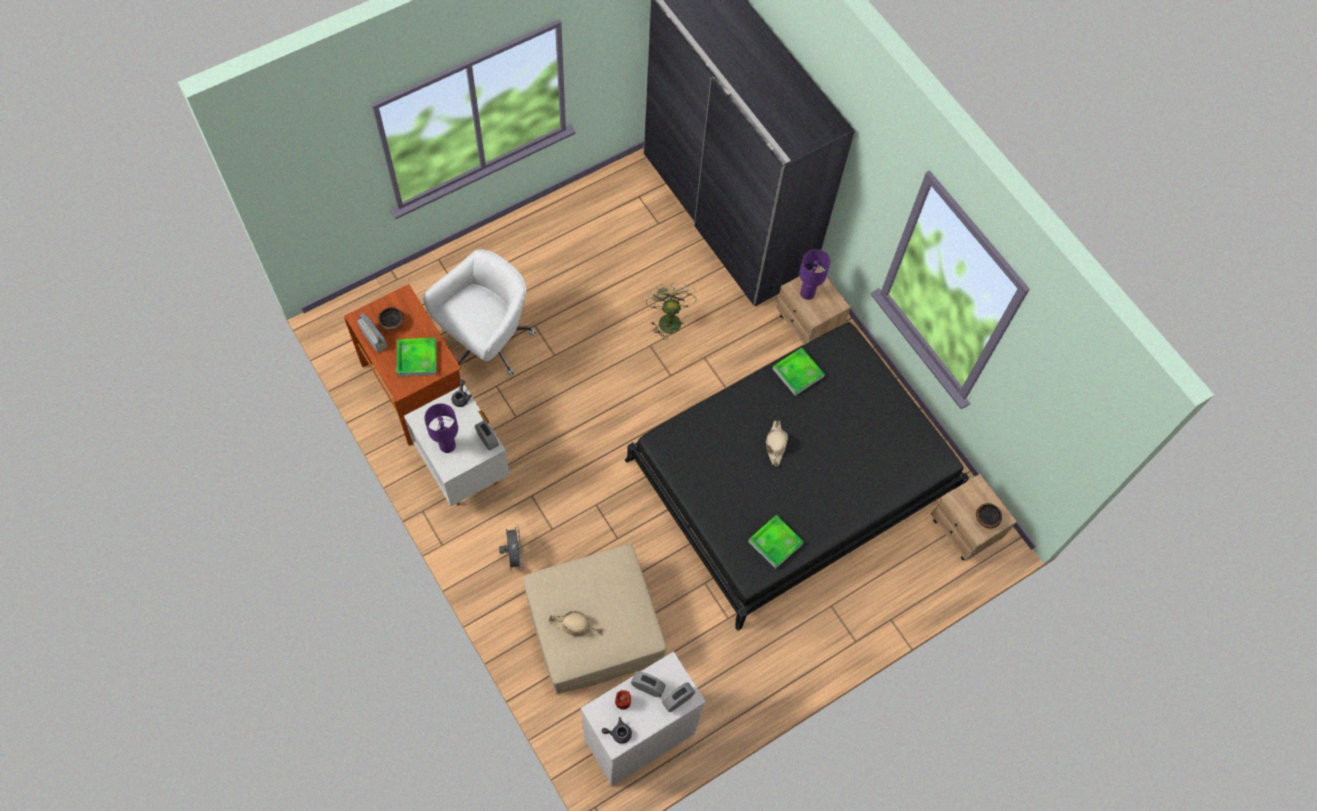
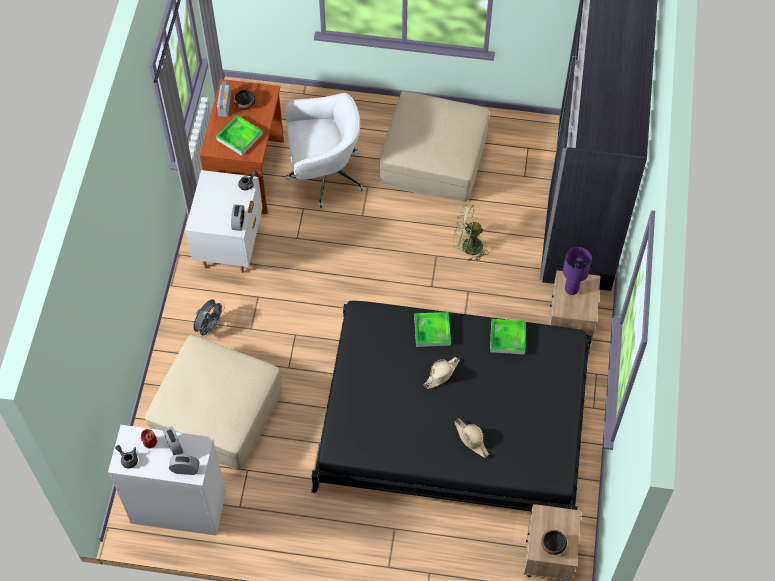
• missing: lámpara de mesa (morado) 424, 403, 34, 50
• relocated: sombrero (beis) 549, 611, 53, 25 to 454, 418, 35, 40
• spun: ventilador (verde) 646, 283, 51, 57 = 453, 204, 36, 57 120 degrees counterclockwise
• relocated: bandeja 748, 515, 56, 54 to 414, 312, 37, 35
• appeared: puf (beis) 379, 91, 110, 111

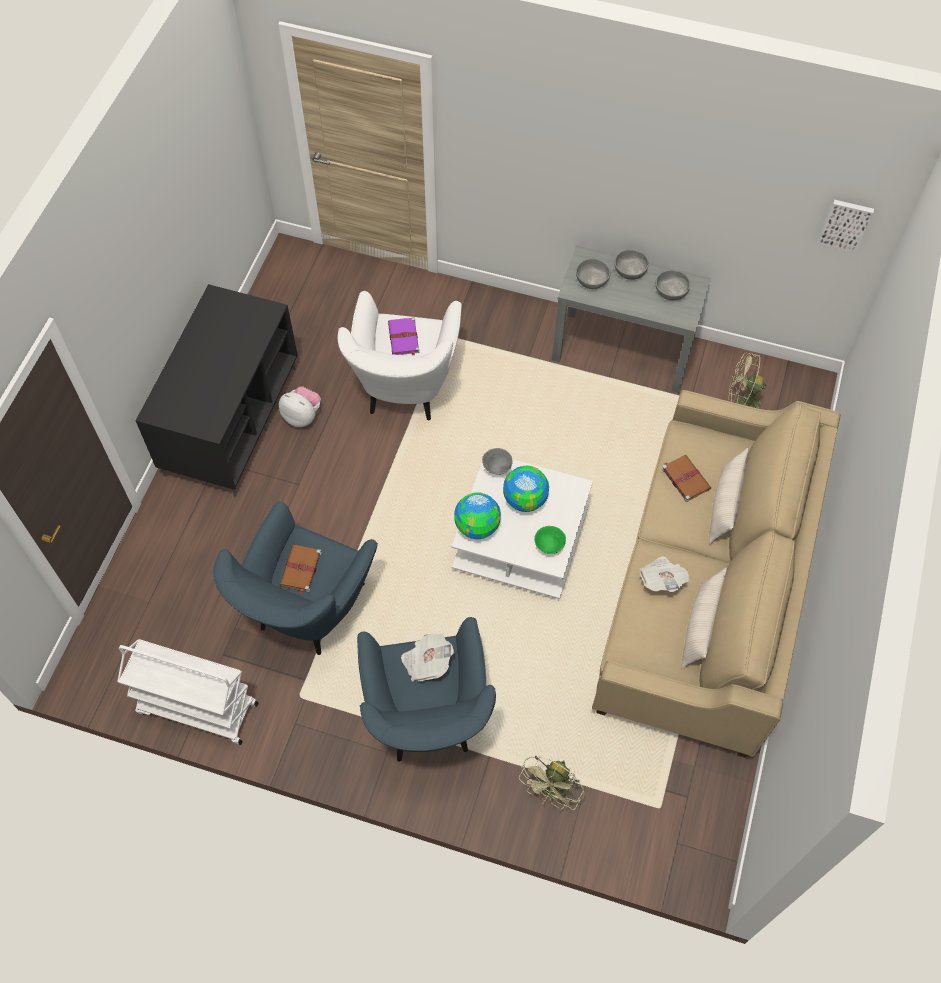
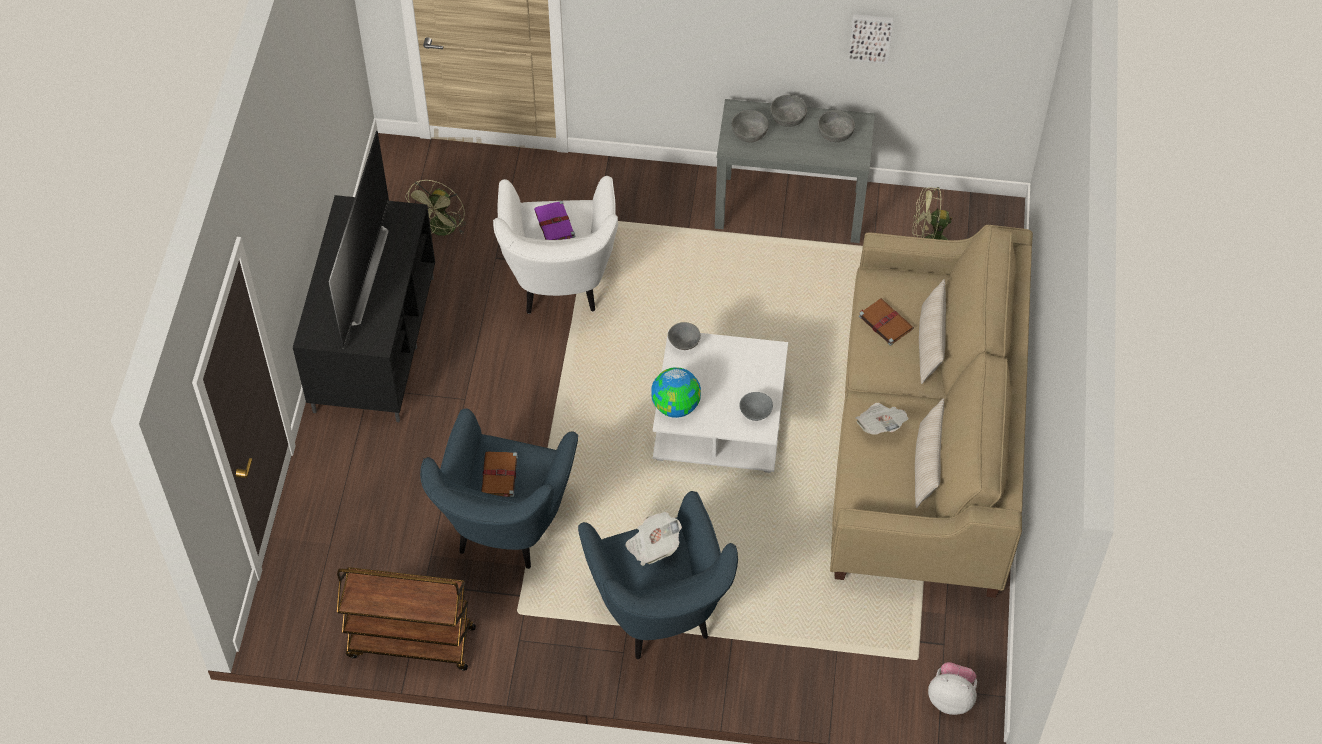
• colour: carrito (blanco) 117, 639, 142, 106 to carrito (marrón) 337, 567, 139, 104
• relocated: peluche 279, 386, 42, 41 to 928, 662, 49, 53
• missing: globo terráqueo 503, 466, 46, 46
• relocated: ventilador (verde) 519, 756, 65, 55 to 405, 180, 61, 56
• colour: cuenco (verde) 534, 526, 32, 28 to cuenco (gris) 739, 392, 34, 29
• relocated: cuadro 819, 200, 55, 53 to 848, 14, 46, 50
• appeared: televisor 329, 131, 60, 218

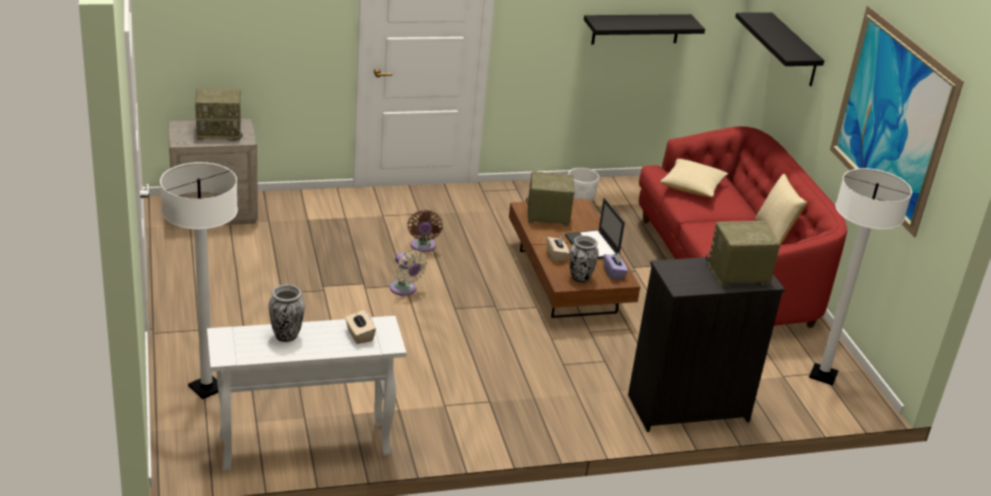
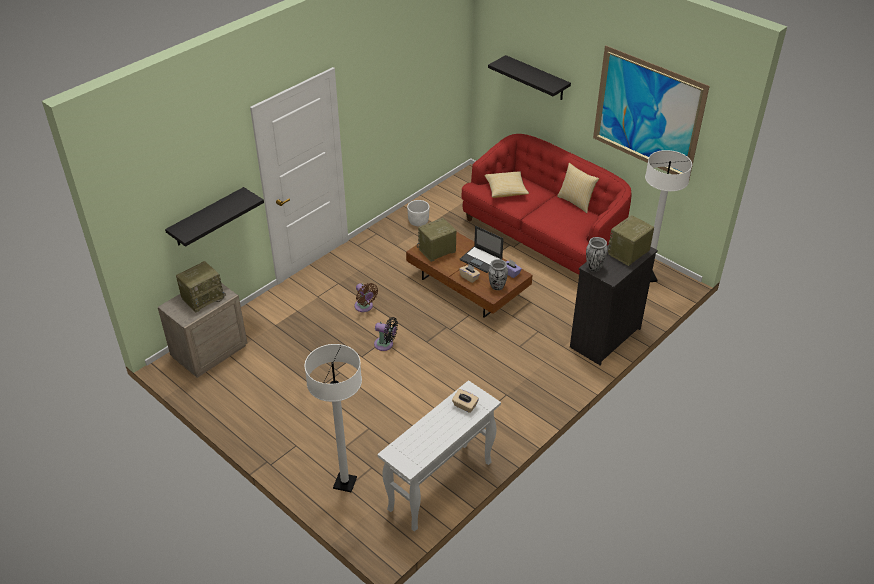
• relocated: florero 269, 284, 36, 58 to 586, 237, 22, 35
• colour: ventilador (beis) 390, 250, 38, 46 to ventilador (negro) 374, 317, 24, 34
• relocated: estante (negro) 584, 14, 121, 30 to 165, 187, 99, 60

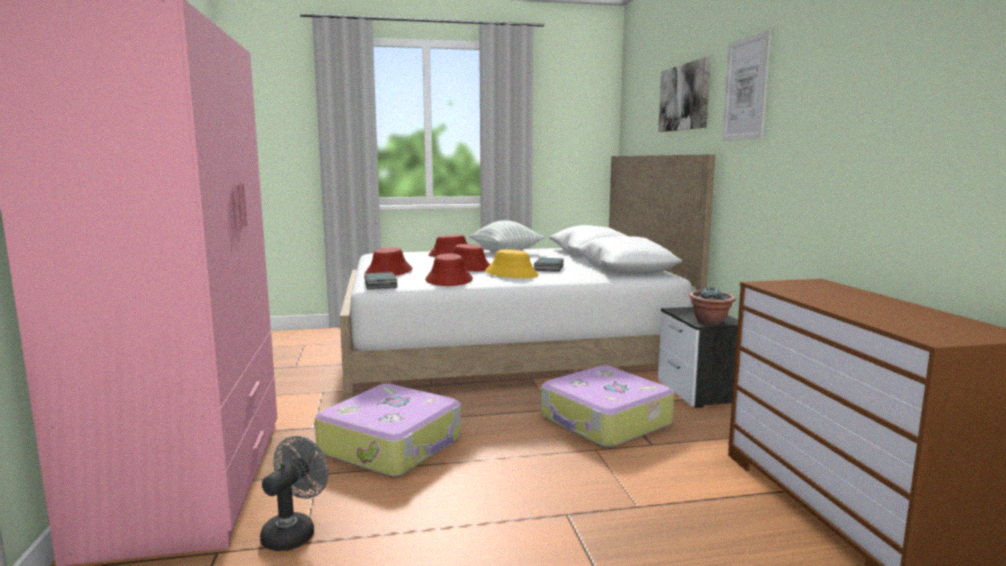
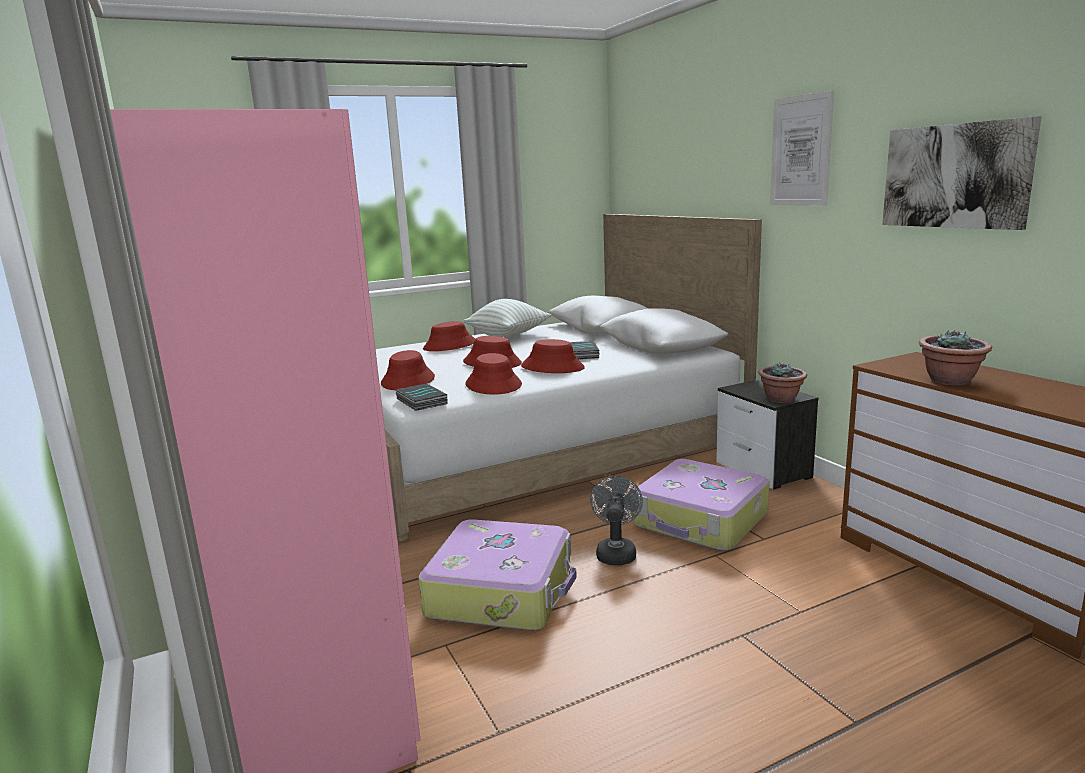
• relocated: ventilador (gris) 260, 436, 69, 115 to 590, 476, 53, 89
• colour: sombrero (amarillo) 485, 249, 54, 29 to sombrero (rojo) 521, 339, 64, 34
• relocated: cuadro 658, 57, 53, 75 to 882, 116, 159, 114
• appeared: planta en maceta 919, 330, 73, 56

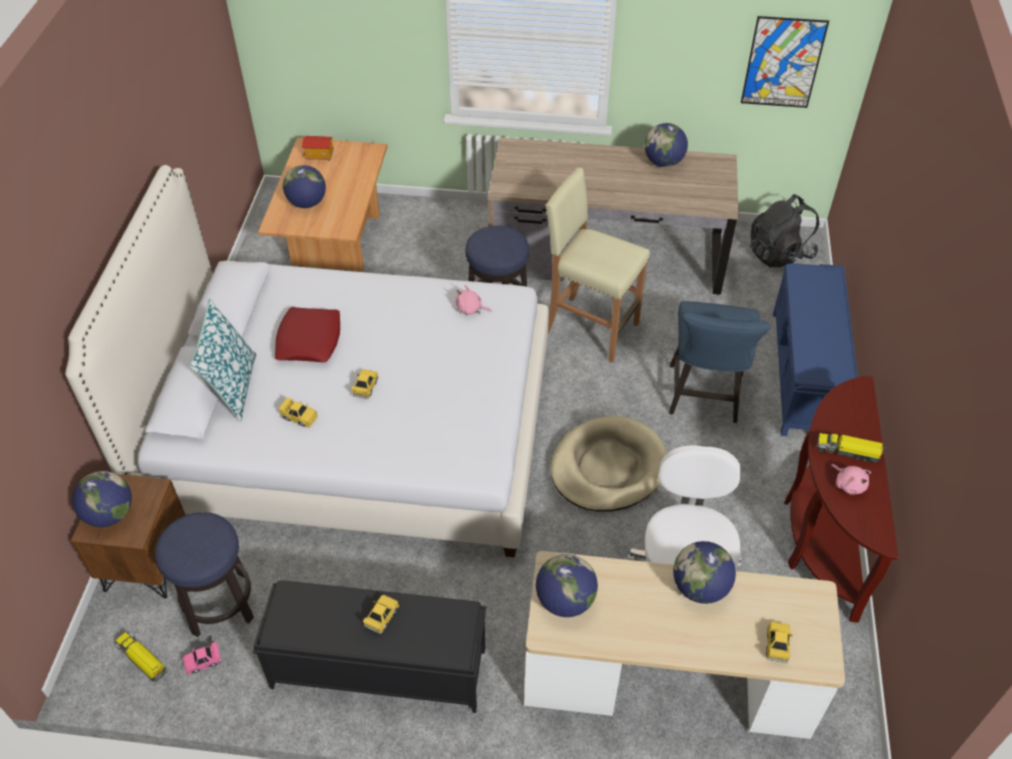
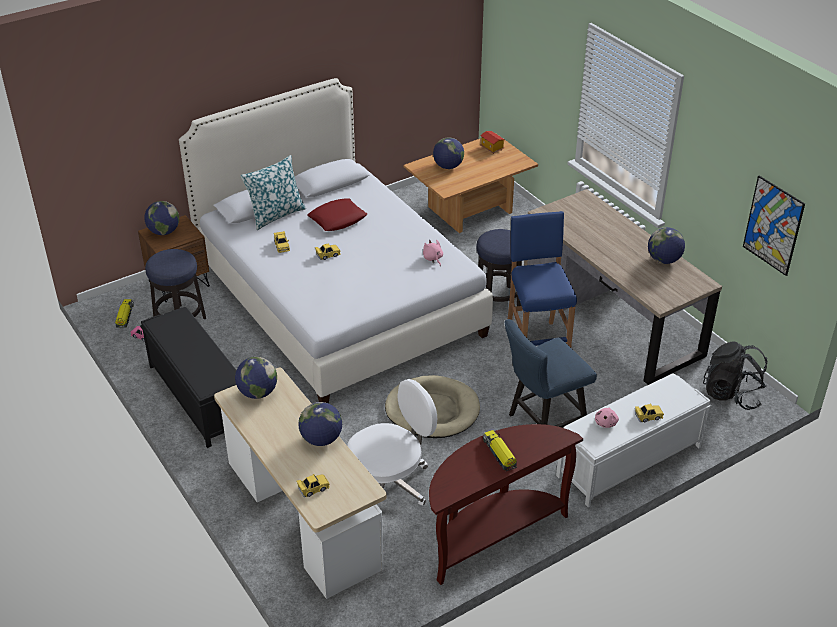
• relocated: coche de juguete (amarillo) 363, 595, 36, 39 to 635, 404, 29, 18
• colour: taburete (beis) 545, 168, 105, 195 to taburete (azul) 508, 211, 69, 137
• colour: banco (azul) 773, 263, 85, 173 to banco (blanco) 556, 373, 156, 134
• relocated: peluche (rosa) 831, 464, 40, 31 to 595, 408, 24, 20

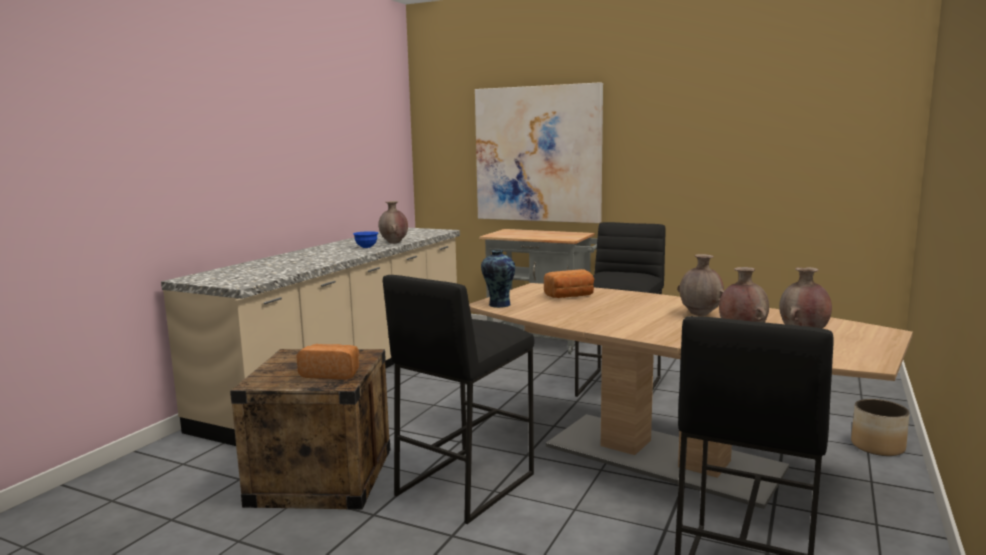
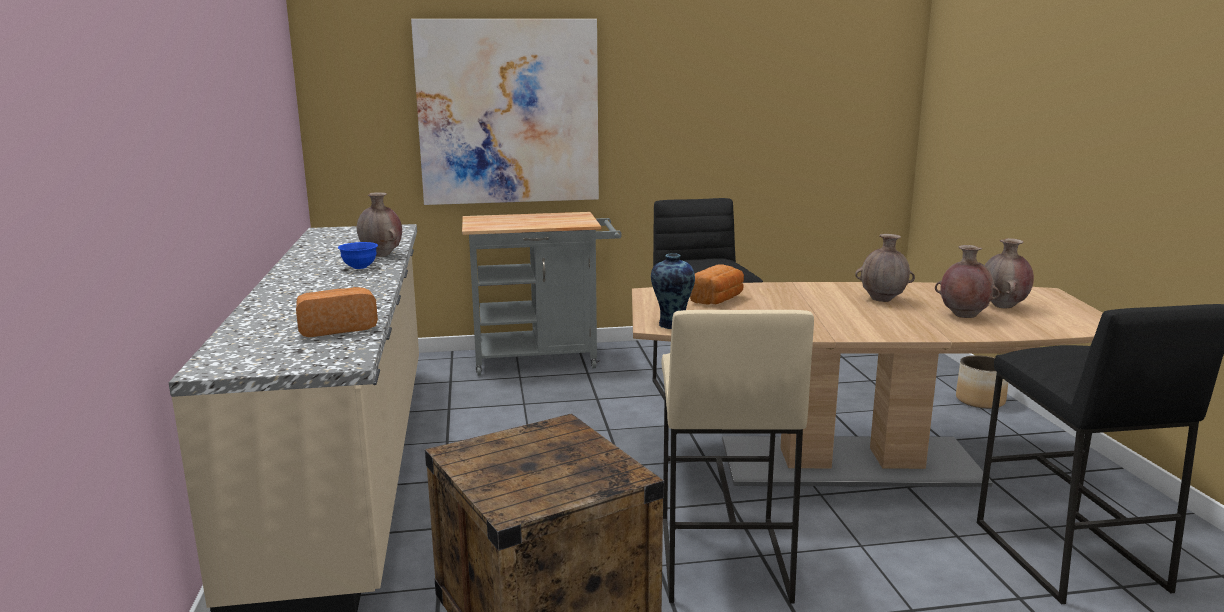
• relocated: pan 296, 344, 63, 36 to 296, 287, 82, 50
• colour: taburete (negro) 383, 275, 151, 249 to taburete (beis) 661, 310, 153, 293

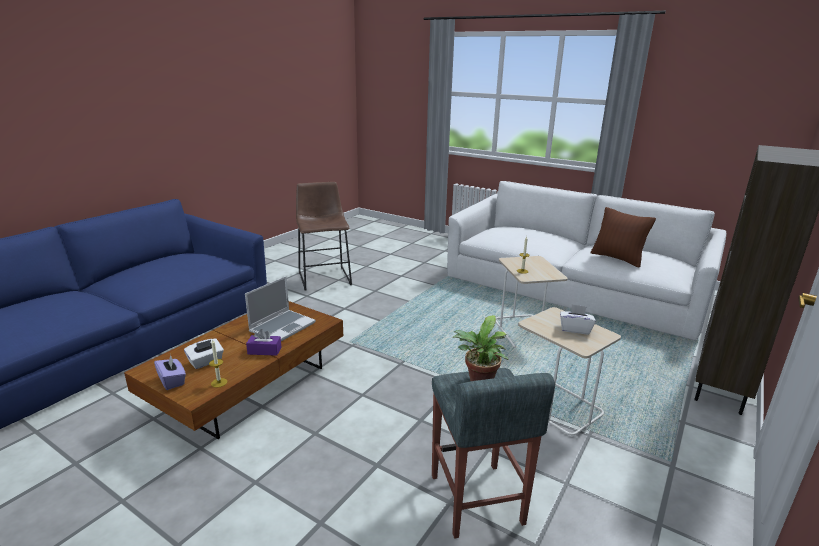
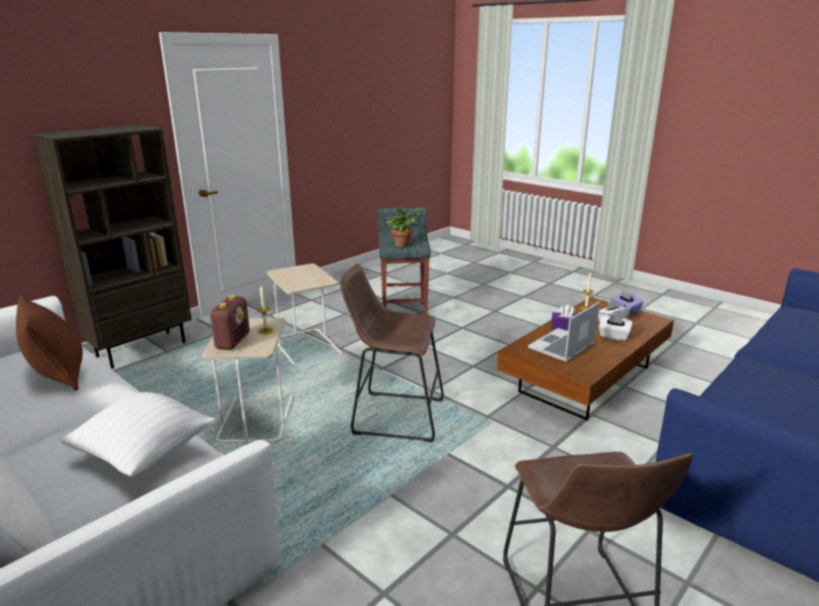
• relocated: caja de pañuelos (blanco) 560, 304, 36, 31 to 599, 315, 34, 26
• appeared: cojín (blanco) 59, 392, 158, 84
• appeared: radio 210, 295, 40, 55
• appeared: taburete (marrón) 340, 263, 104, 179

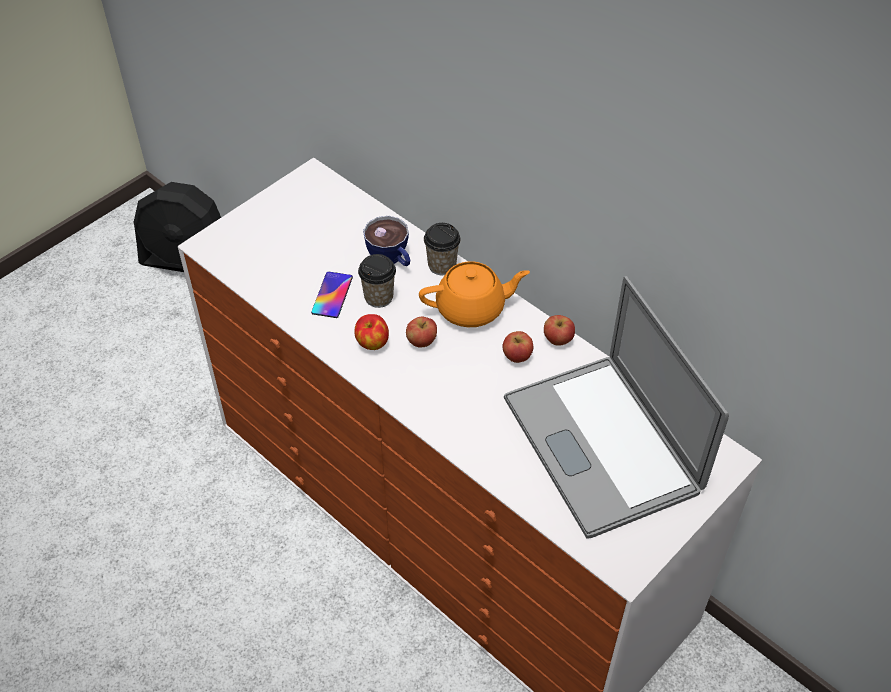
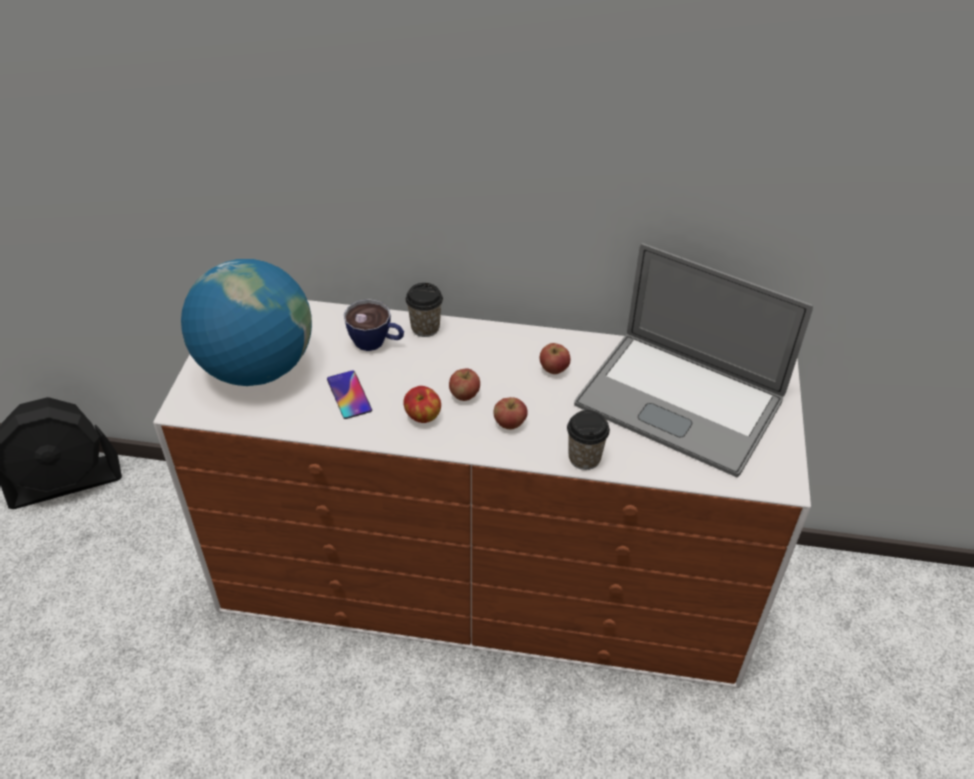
• relocated: taza 358, 254, 38, 54 to 567, 410, 43, 60
• missing: tetera (naranja) 419, 261, 111, 66
• relocated: manzana 544, 315, 31, 31 to 493, 397, 35, 32
• appeared: globo terráqueo 181, 259, 131, 127

